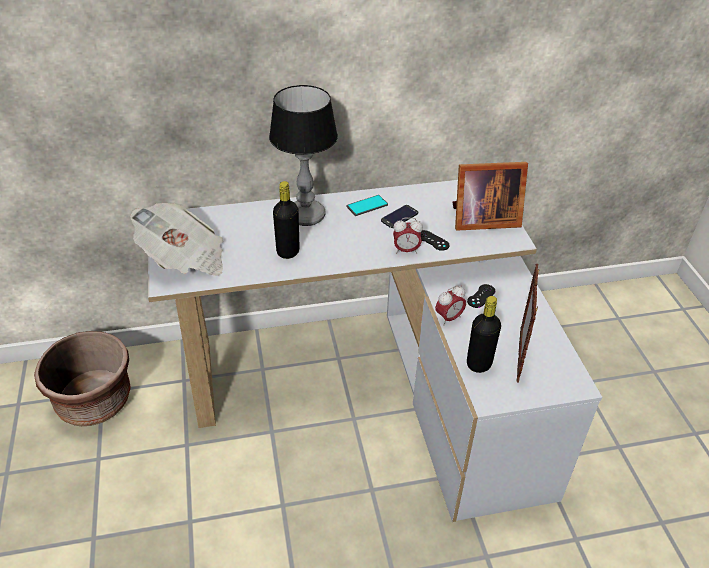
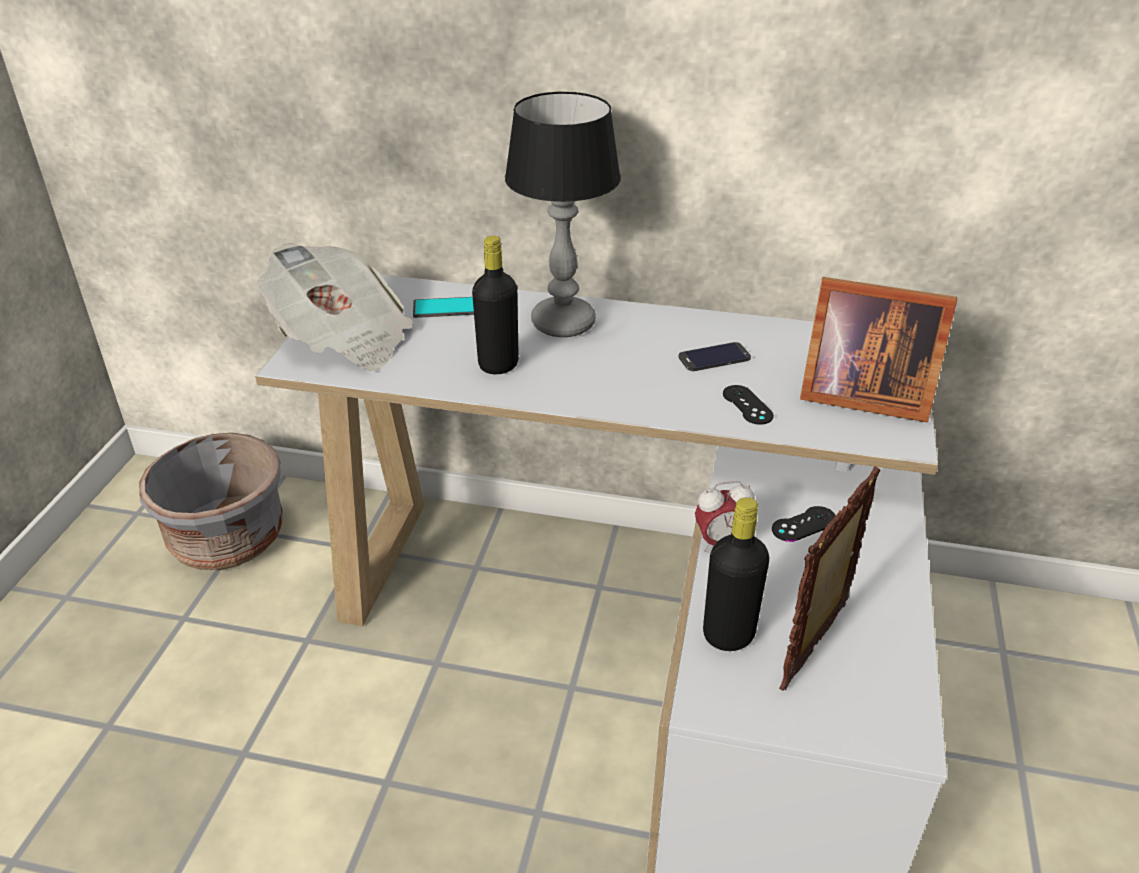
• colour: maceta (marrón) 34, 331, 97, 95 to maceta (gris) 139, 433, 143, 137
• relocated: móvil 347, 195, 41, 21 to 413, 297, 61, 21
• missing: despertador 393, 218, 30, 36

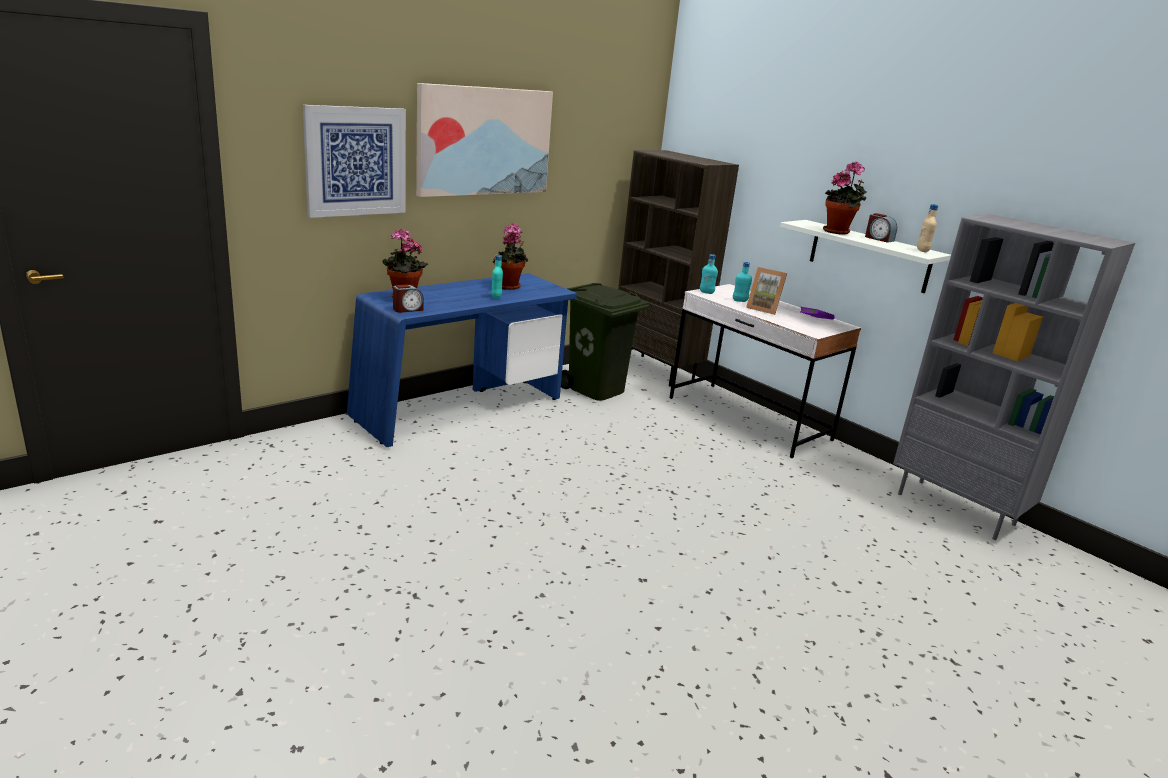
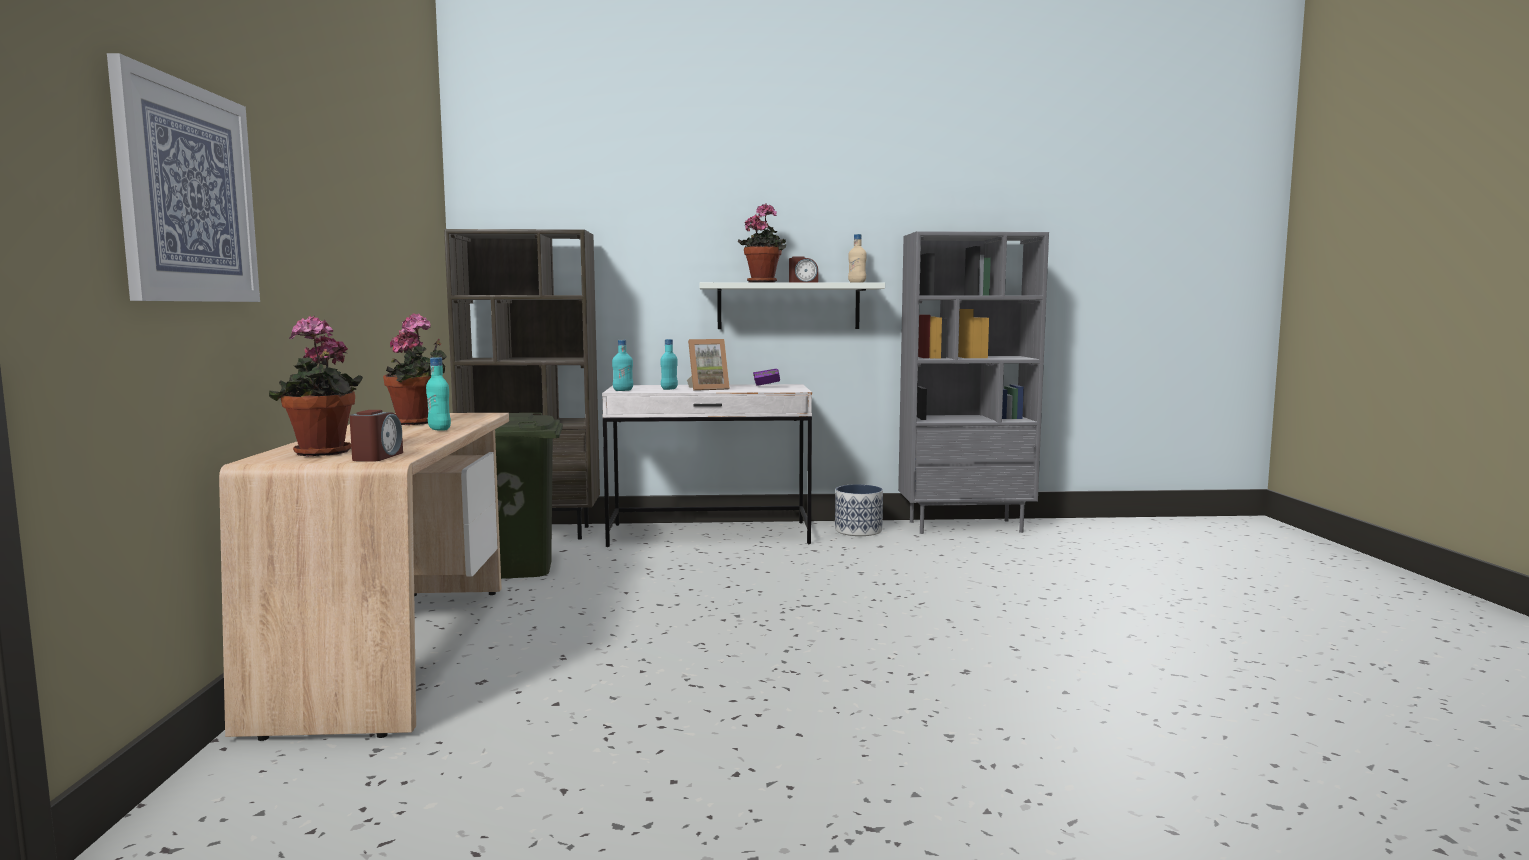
• colour: escritorio (azul) 347, 273, 230, 174 to escritorio (beis) 219, 413, 290, 328
• missing: cuadro 416, 83, 137, 114
• appeared: maceta 835, 484, 48, 52

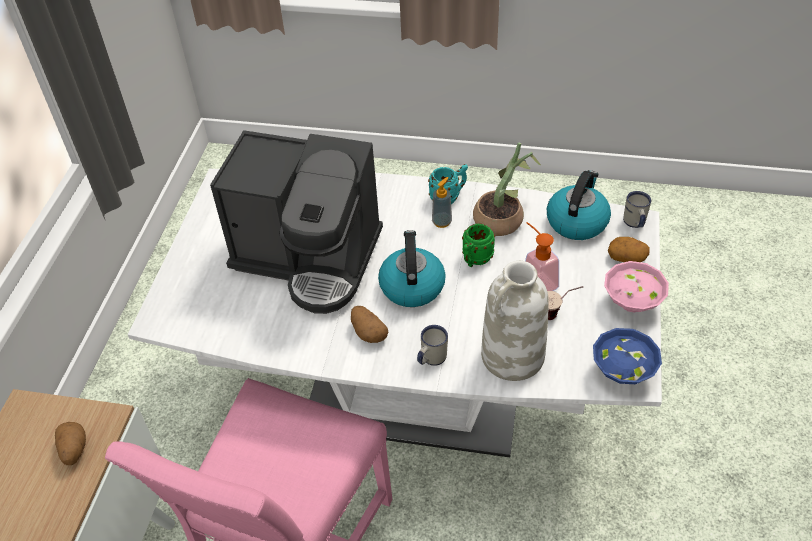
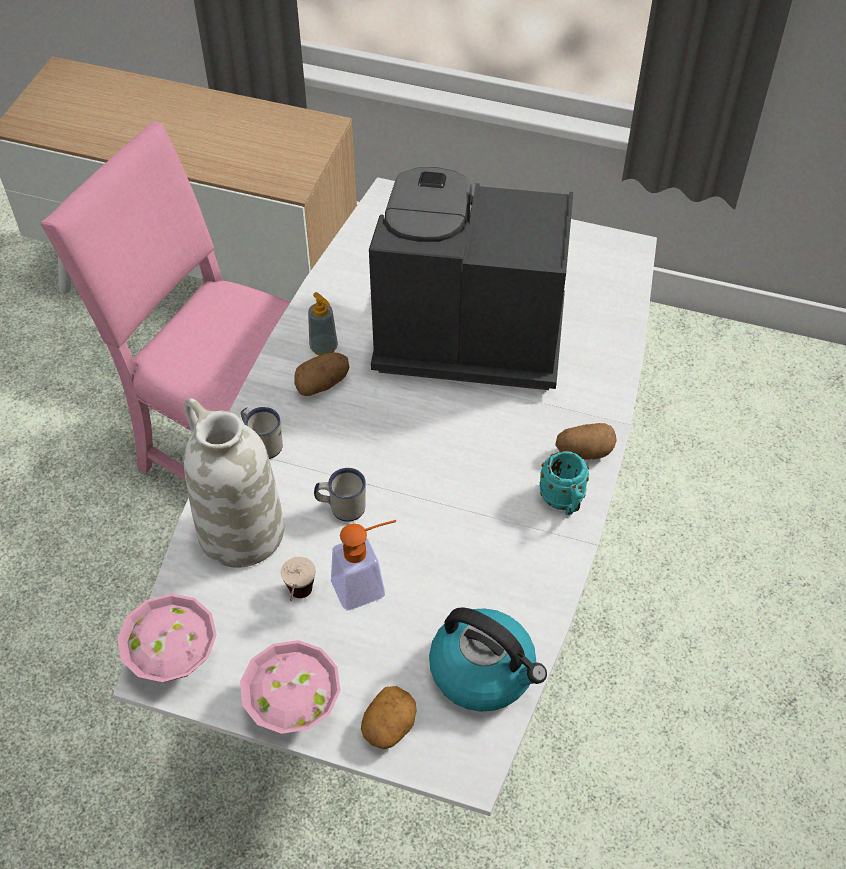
• relocated: patata 55, 422, 31, 43 to 555, 423, 62, 37
• spun: cafetera 210, 130, 173, 184 = 369, 167, 204, 223 75 degrees clockwise
• missing: hervidor 378, 230, 68, 77
• relocated: dispensador de jabón 432, 177, 20, 51 to 308, 292, 30, 64
• missing: taza grande (verde) 462, 223, 33, 44
• missing: planta en maceta 473, 142, 68, 94
• colour: cuenco (azul) 593, 328, 69, 56 to cuenco (rosa) 117, 593, 100, 89
• relocated: taza grande (blanco) 623, 191, 28, 37 to 314, 468, 52, 54

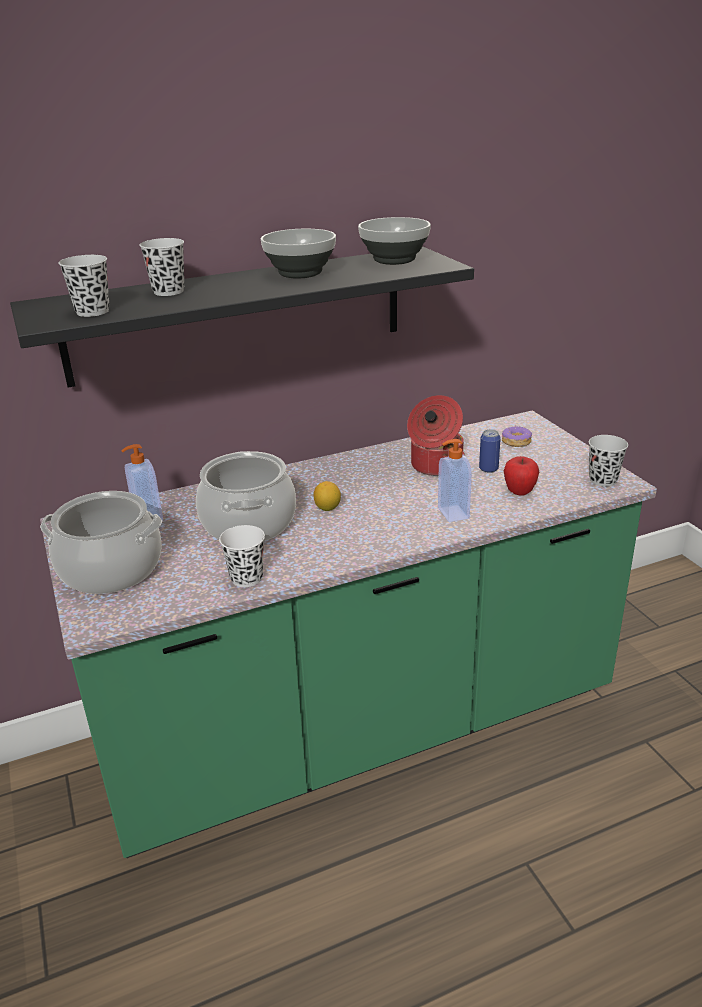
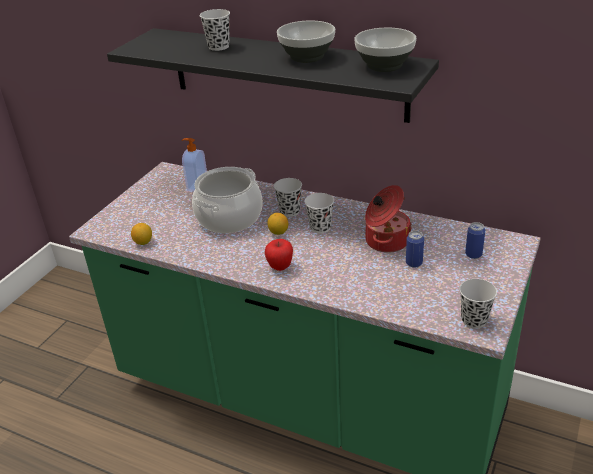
• missing: olla 40, 491, 122, 103
• relocated: taza (negro) 58, 255, 51, 62 to 274, 178, 28, 39
• relocated: taza (blanco) 219, 525, 46, 62 to 305, 193, 29, 40
• missing: dispensador de jabón 438, 439, 34, 83
• exchanged: rosquilla 502, 425, 30, 22 to lata 465, 222, 20, 37
• relocated: manzana 504, 456, 35, 40 to 265, 239, 28, 32
• appeared: limón 131, 223, 21, 22

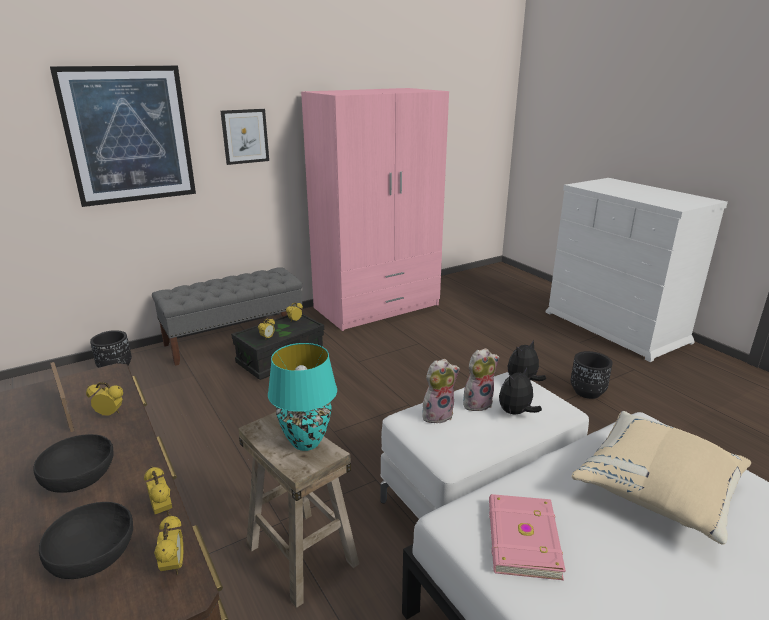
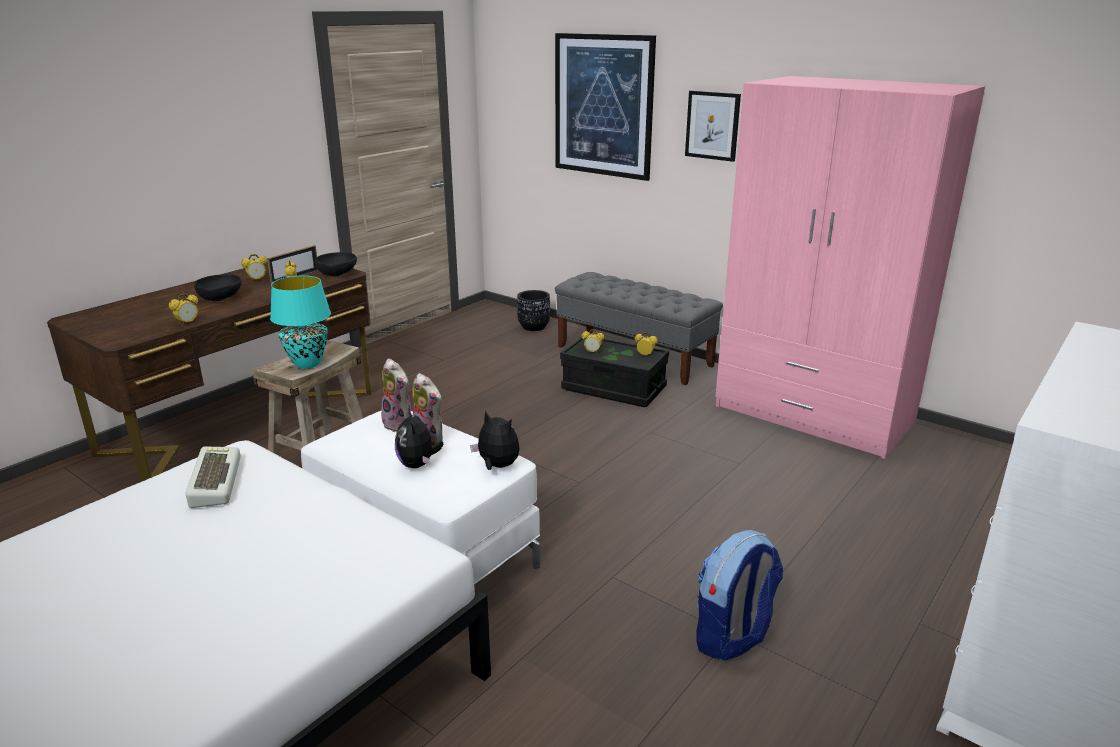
• relocated: cuenco (negro) 39, 502, 94, 77 to 315, 252, 42, 24
• relocated: despertador 154, 515, 29, 60 to 241, 254, 27, 28
• exchanged: libro (rosa) 489, 494, 77, 86 to teclado 186, 447, 55, 61
• spun: peluche 499, 367, 43, 48 = 395, 408, 48, 60 135 degrees counterclockwise
• exchanged: maceta (negro) 571, 351, 42, 48 to mochila 696, 530, 87, 131
• missing: cojín (beis) 571, 411, 180, 134

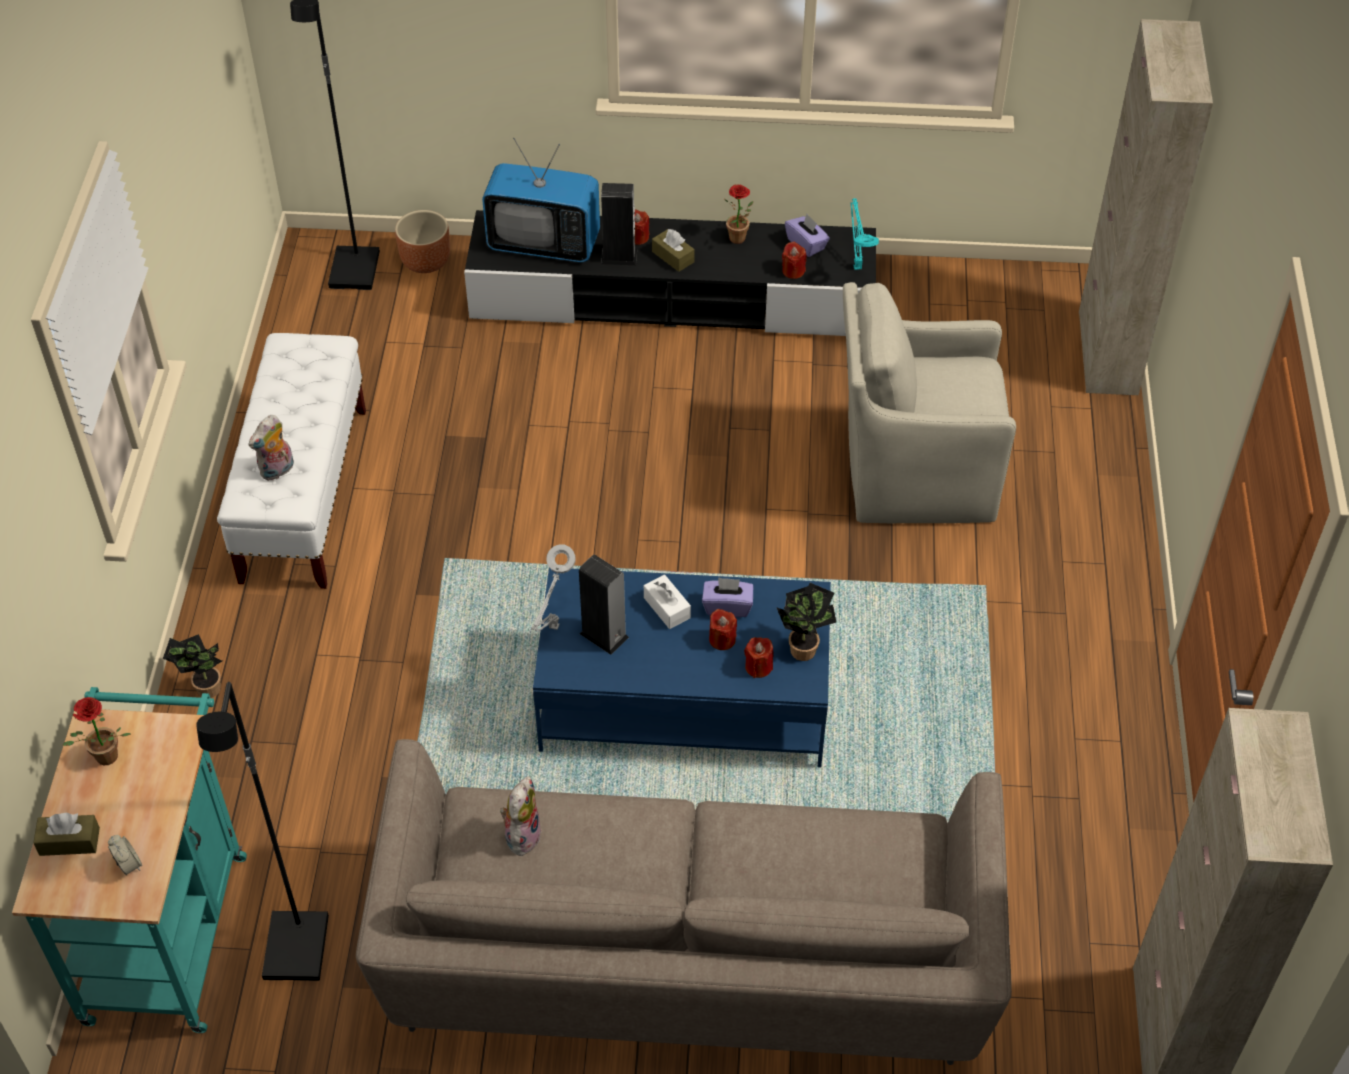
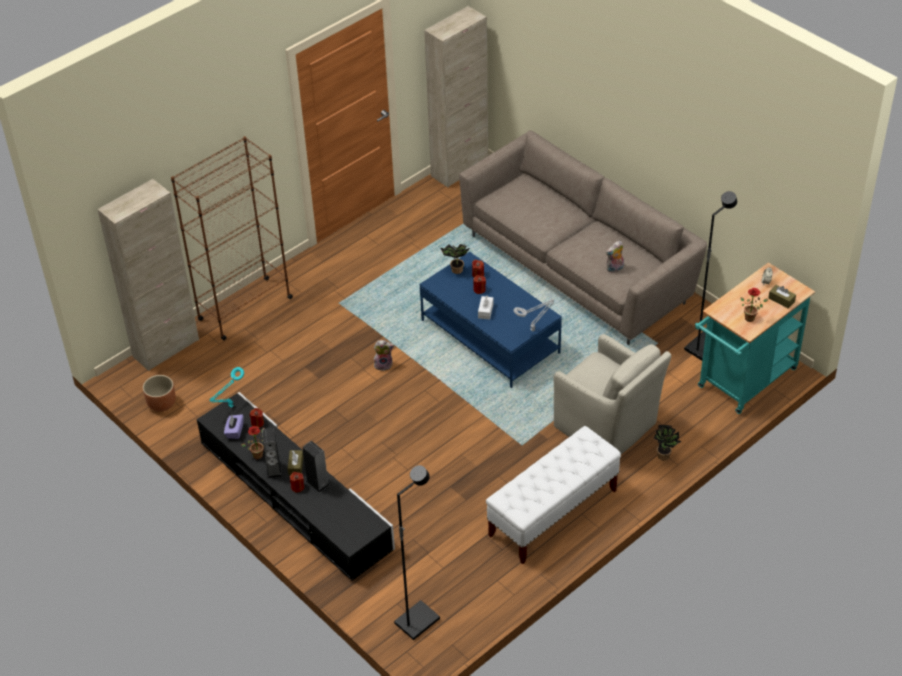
• relocated: peluche 249, 415, 45, 66 to 374, 340, 21, 31
• relocated: maceta (marrón) 395, 210, 55, 63 to 143, 375, 33, 36
• missing: televisor 482, 138, 118, 124
• relocated: altavoz 579, 554, 50, 101 to 262, 428, 20, 51
• missing: caja de pañuelos (morado) 702, 577, 51, 40
• relocated: sillón (beis) 843, 282, 173, 241 to 553, 334, 118, 120
• appeared: estantería (marrón) 171, 136, 122, 204

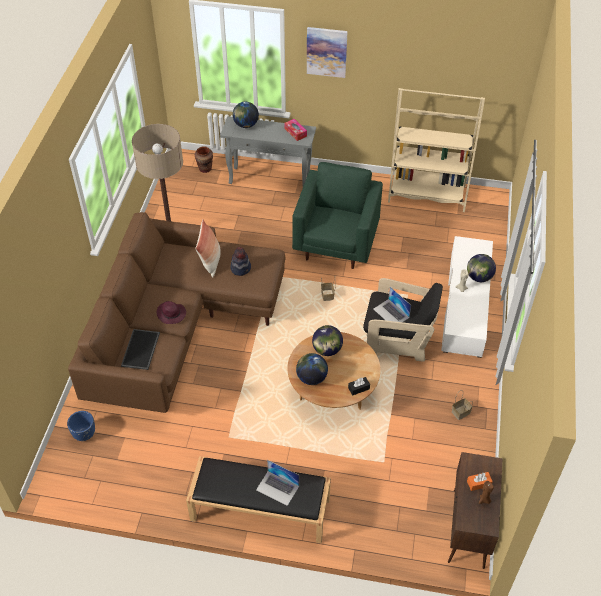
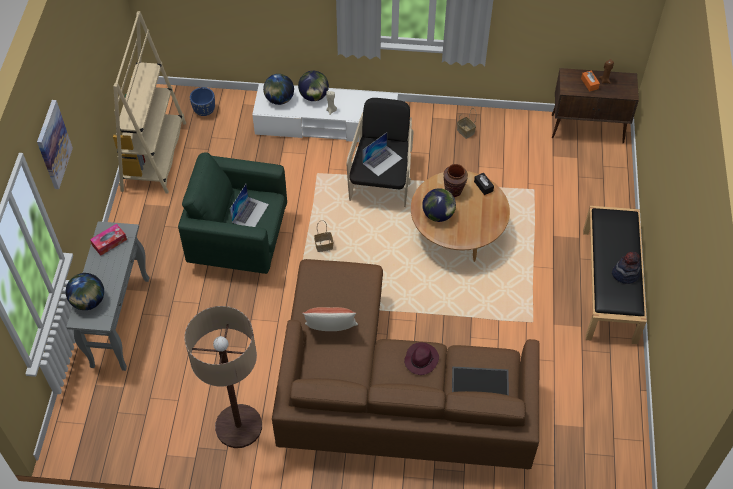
• relocated: maceta (azul) 67, 411, 28, 30 to 190, 87, 25, 29
• relocated: florero (marrón) 195, 146, 18, 27 to 443, 164, 25, 33
• relocated: sombrero 230, 247, 21, 29 to 612, 252, 28, 32
• relocated: portátil 256, 460, 43, 46 to 230, 184, 39, 43
• relocated: globo terráqueo 296, 353, 32, 32 to 263, 74, 31, 31

